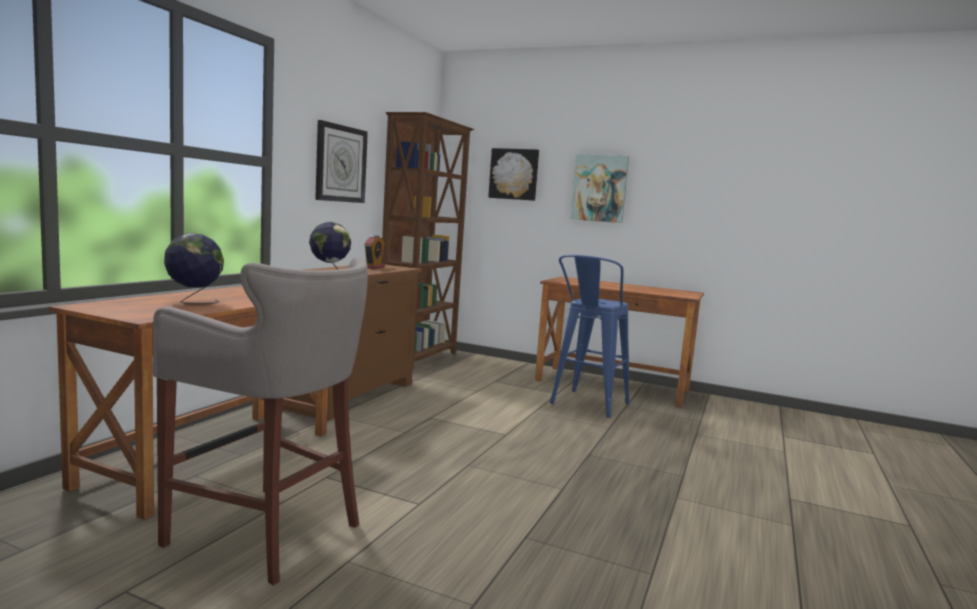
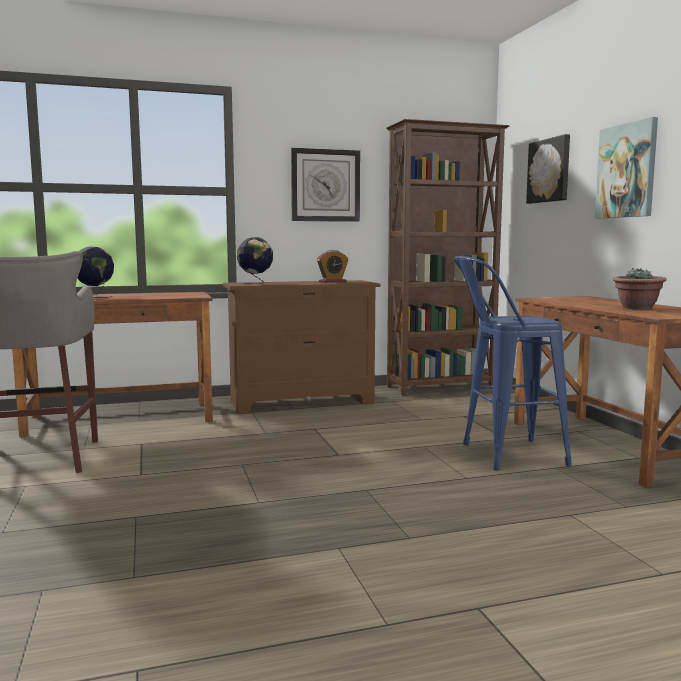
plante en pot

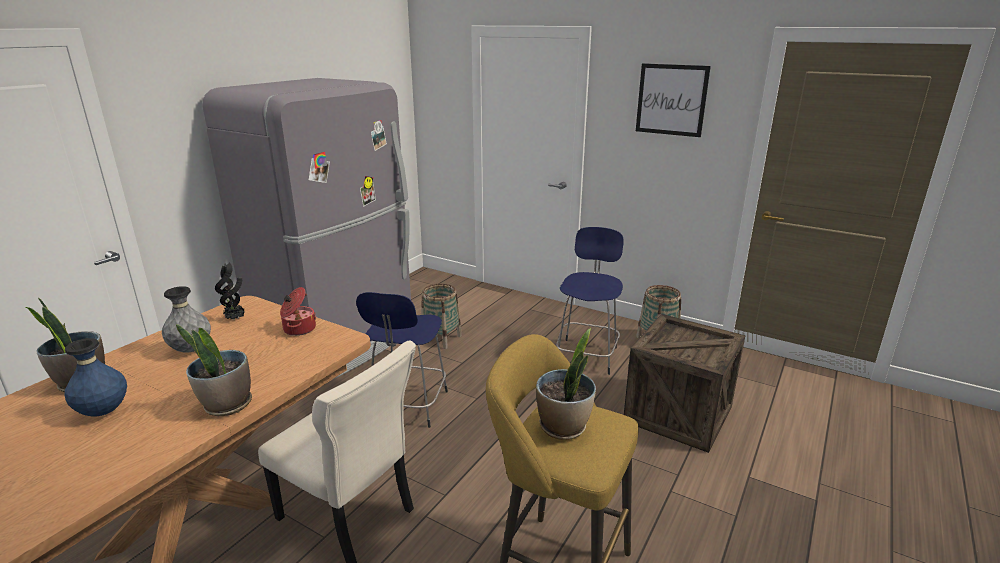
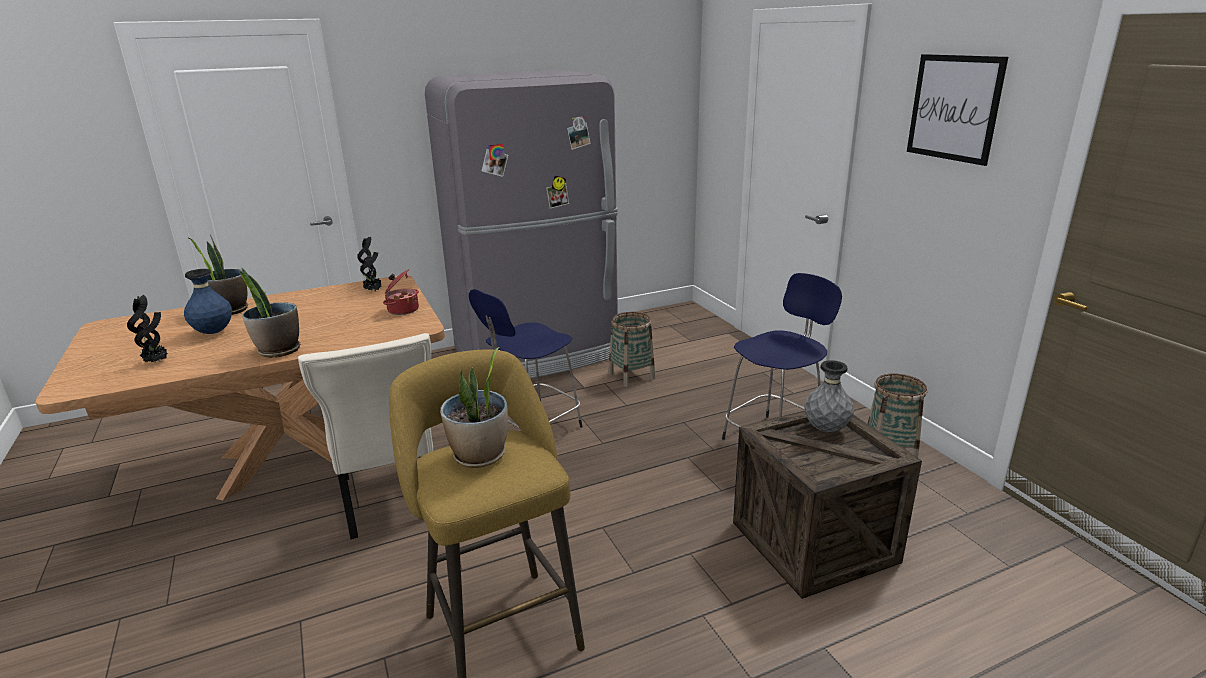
vase/gris
plante en pot (1st from left)

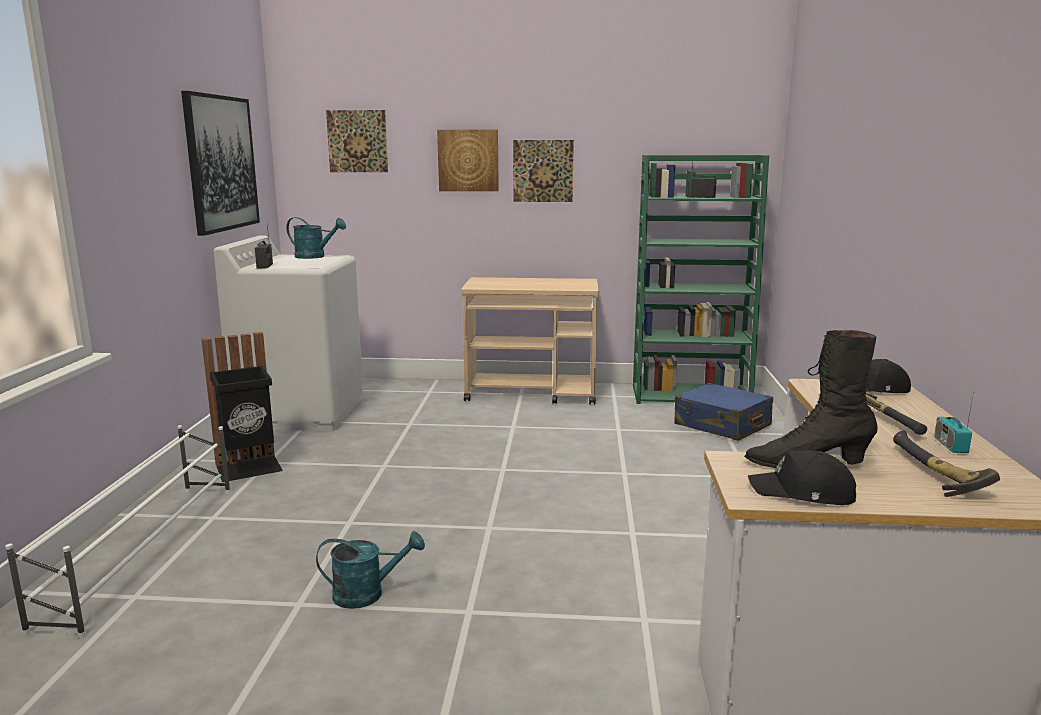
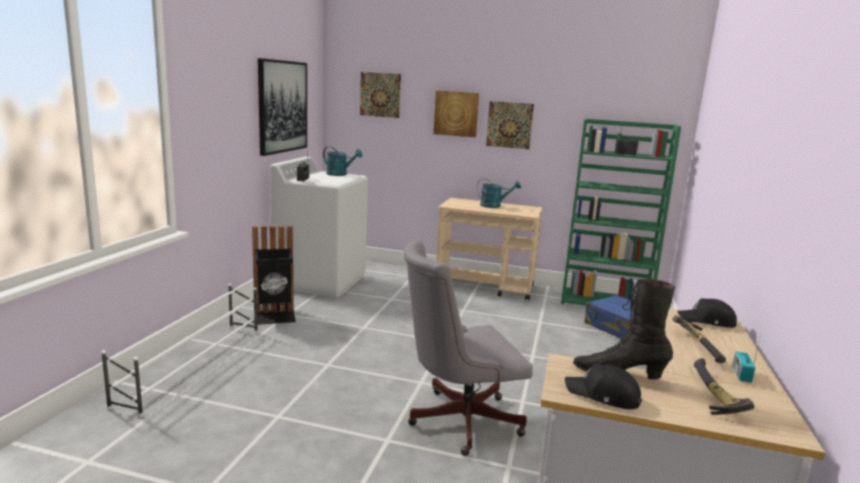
arrosoir/turquoise (2nd from left)
chaise de bureau/gris

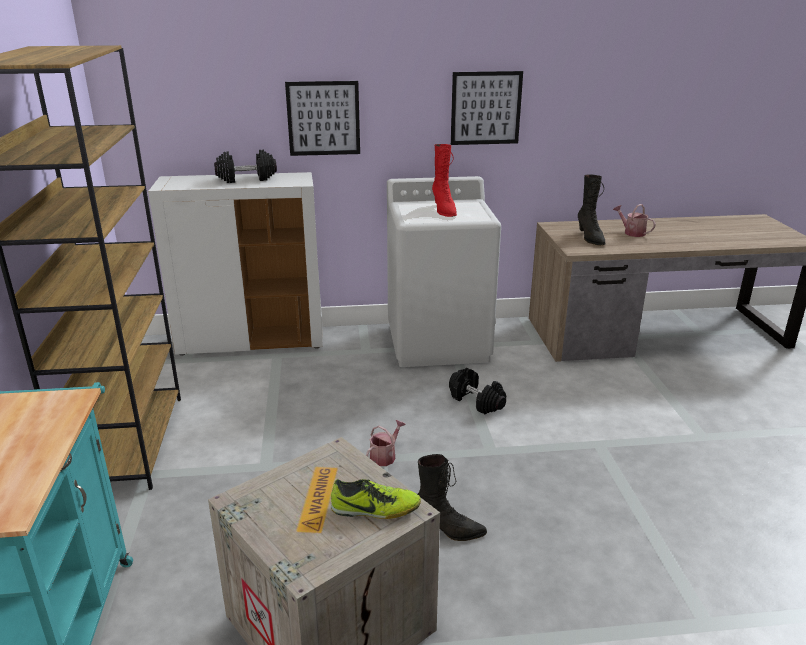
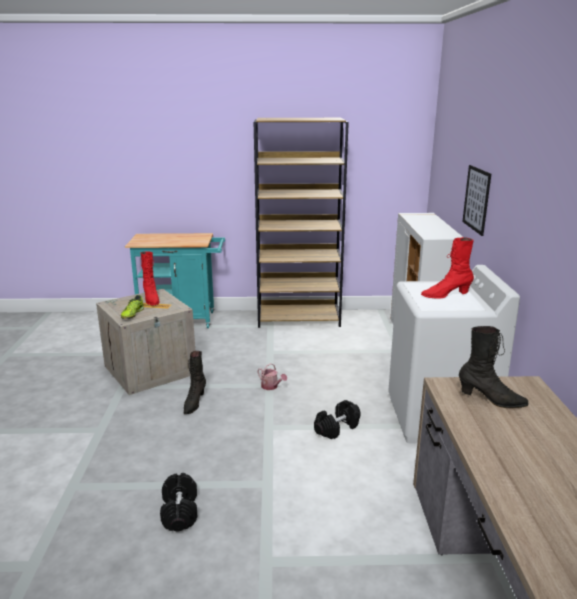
haltère/noir (1st from left)
tableau (2nd from left in the first image)
botte/noir (2nd from left)
arrosoir (2nd from left in the first image)
botte/rouge (1st from left)

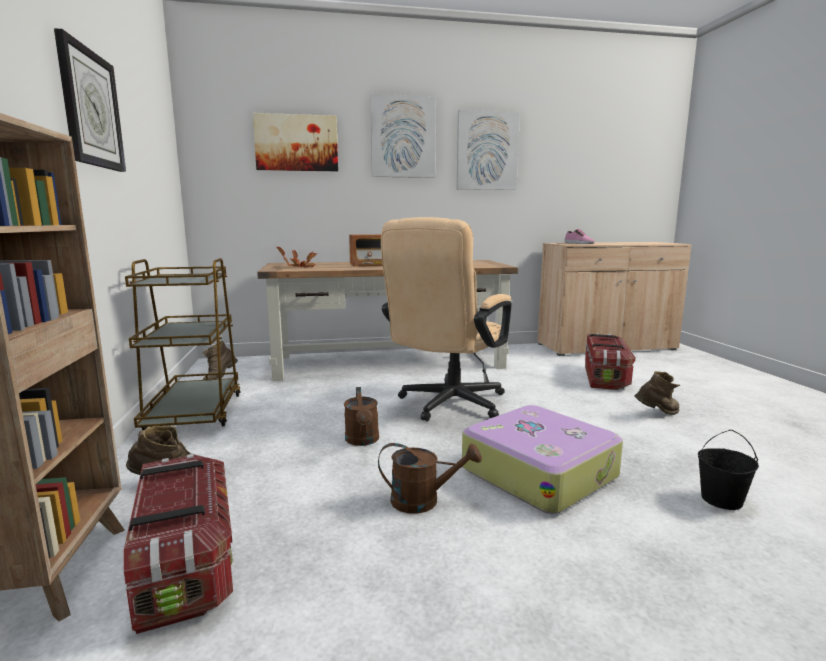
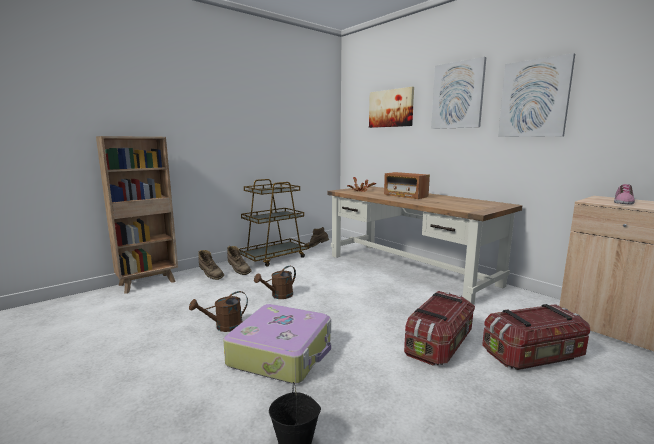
horloge murale
boîte de rangement (1st from left)
arrosoir/marron (1st from left)
chaise de bureau/beige
botte/marron (2nd from left)

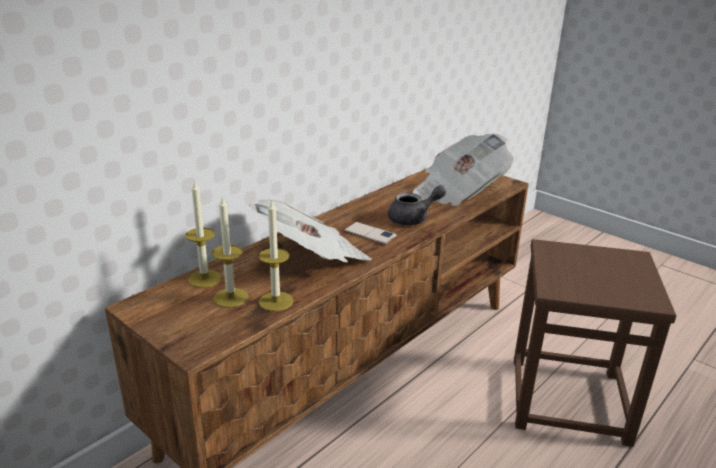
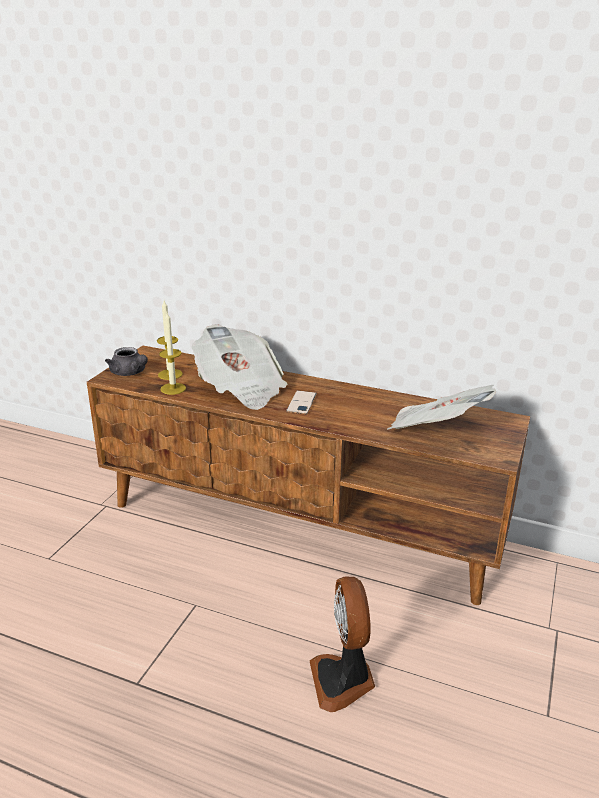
bougie (1st from left in the first image)
théière/gris
ventilateur

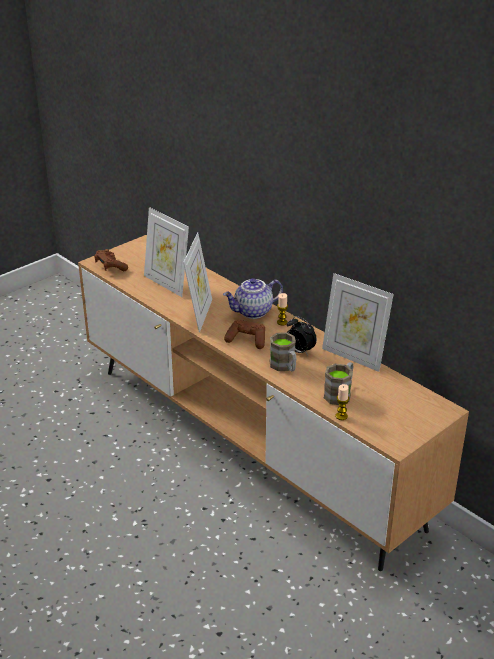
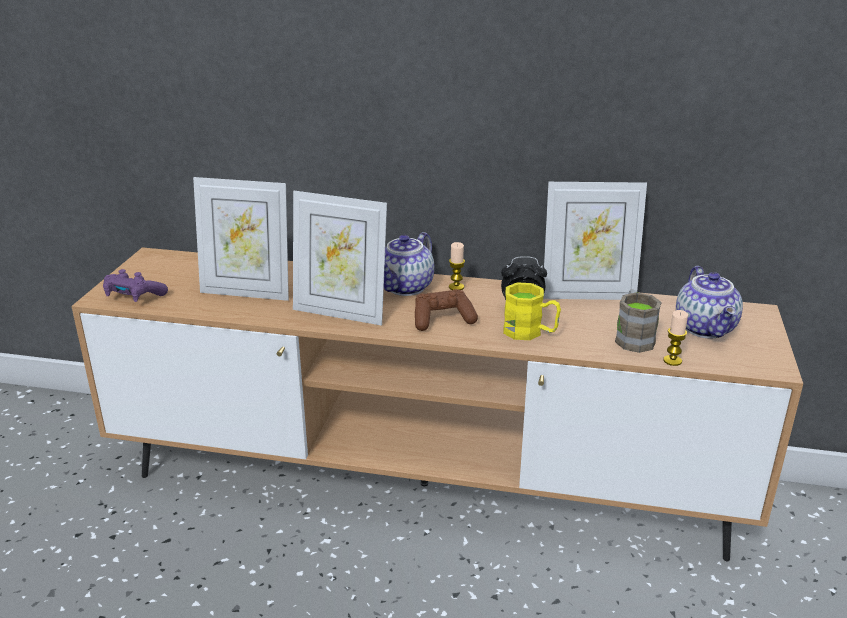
manette/violet
cadre photo (2nd from left)
mug/jaune
théière (2nd from left)

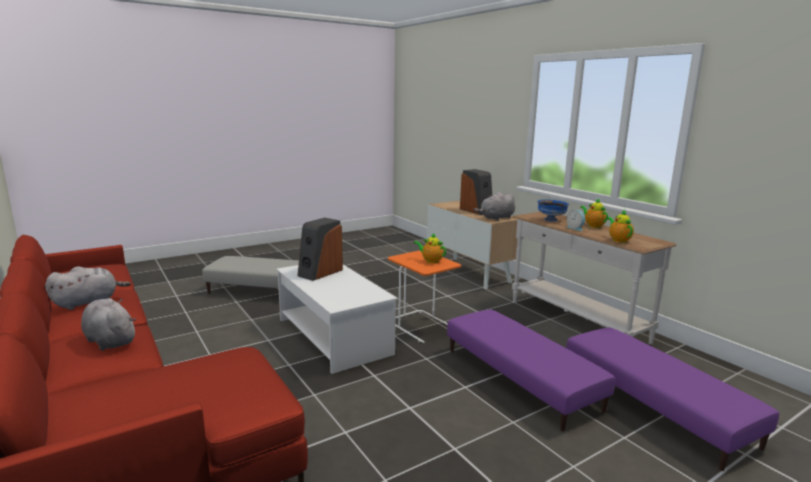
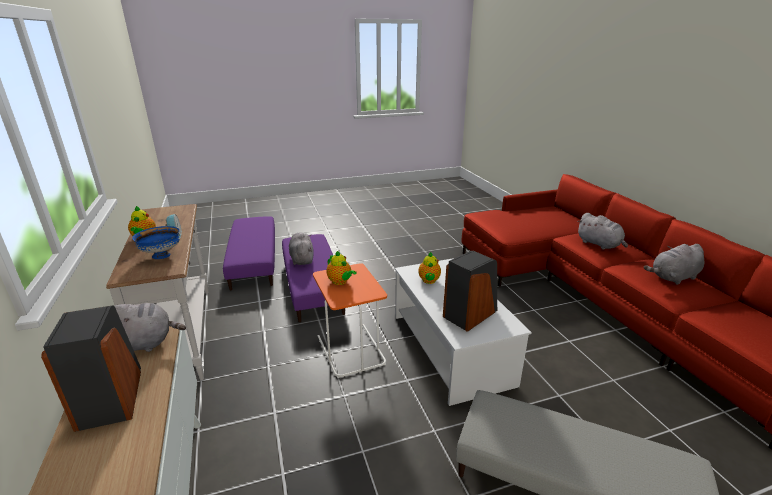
théière (3rd from left)
peluche/gris (2nd from left)

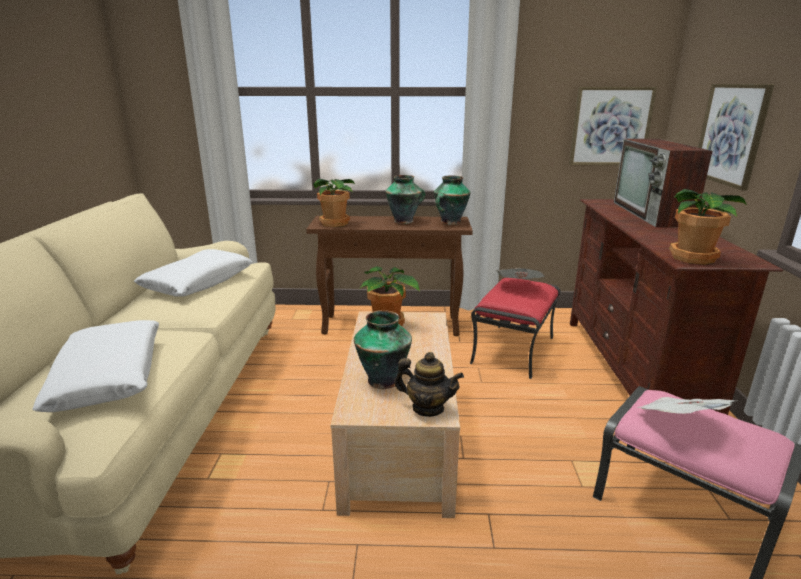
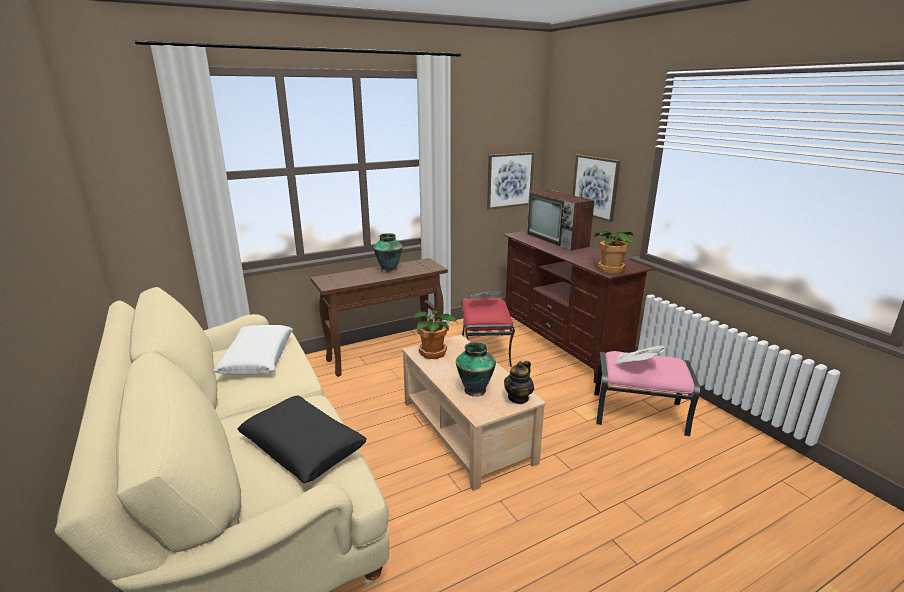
coussin/noir
plante en pot (1st from left in the first image)
théière
vase (3rd from left in the first image)

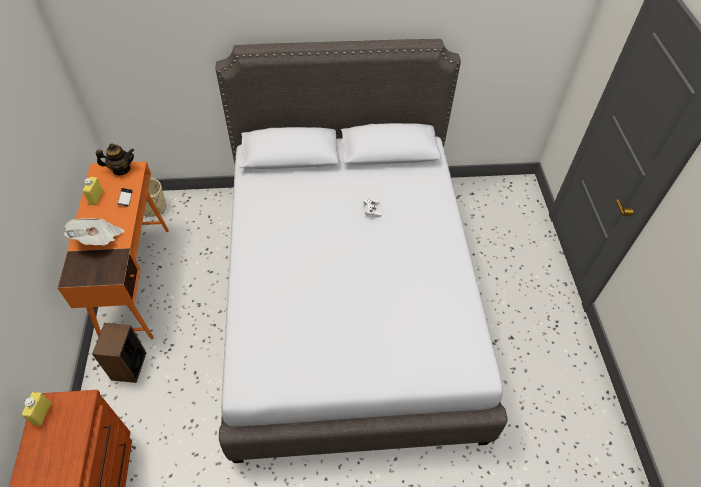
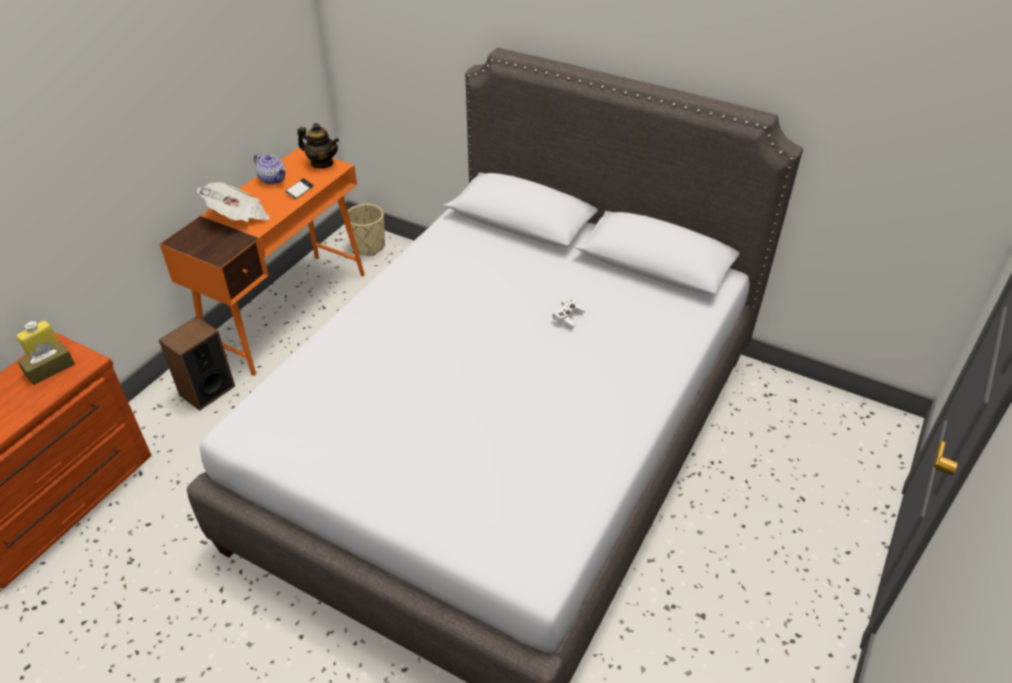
théière (1st from left)
boîte à mouchoirs/marron

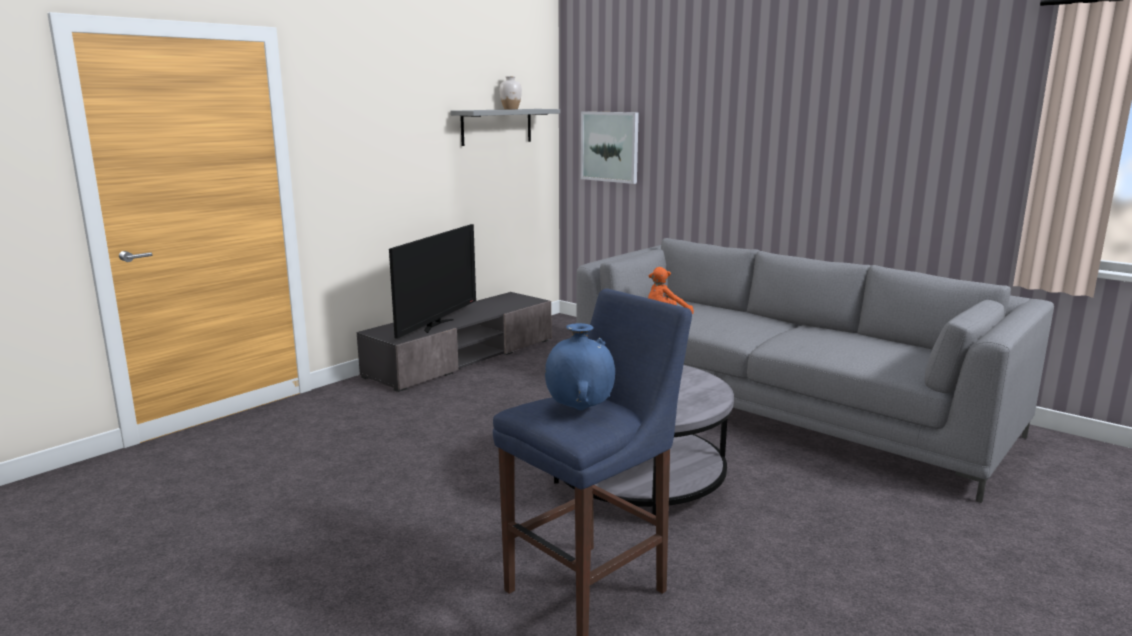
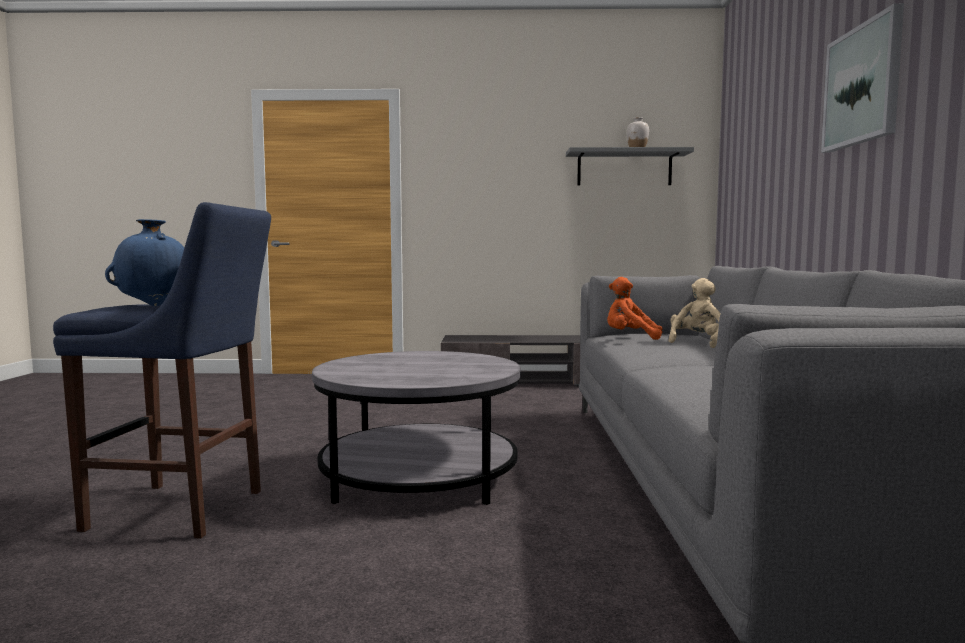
téléviseur
tableau
peluche/beige

